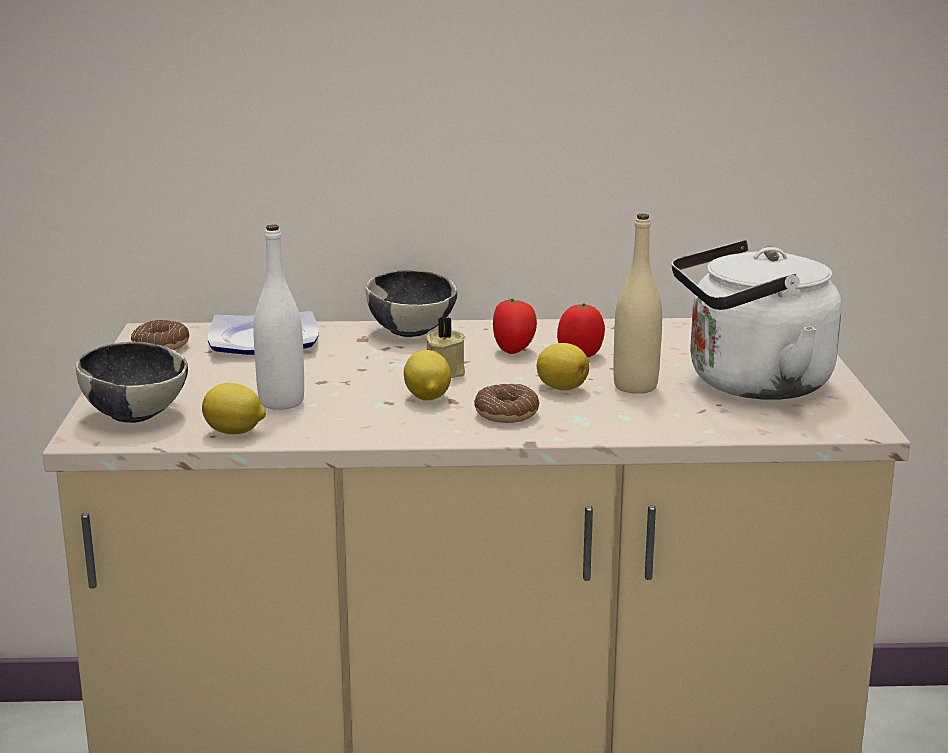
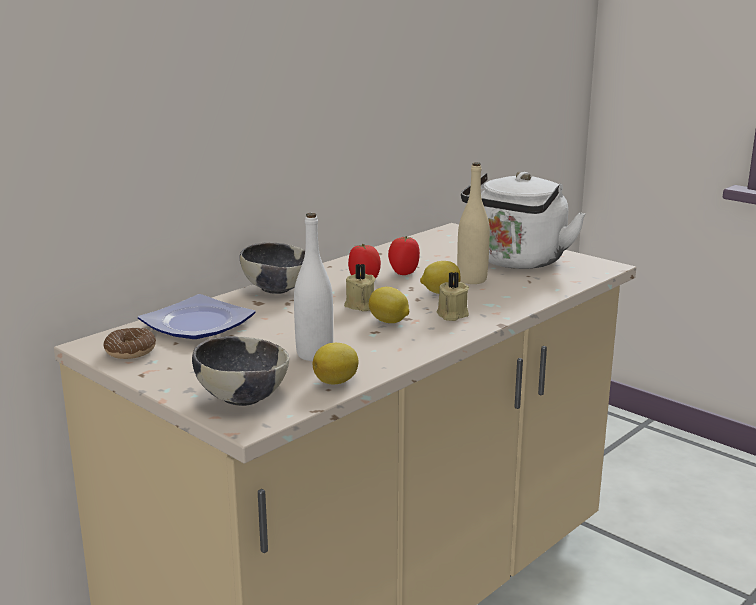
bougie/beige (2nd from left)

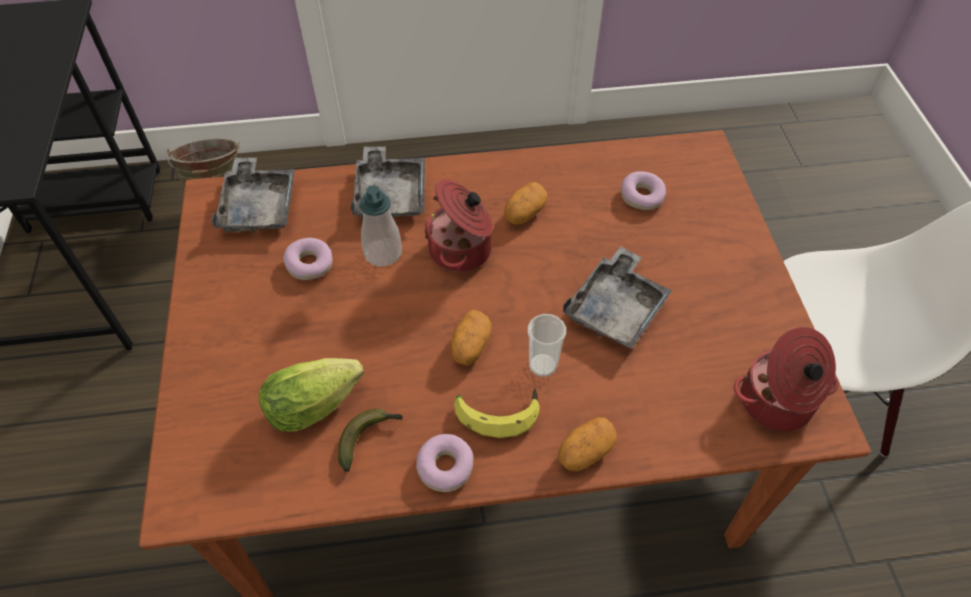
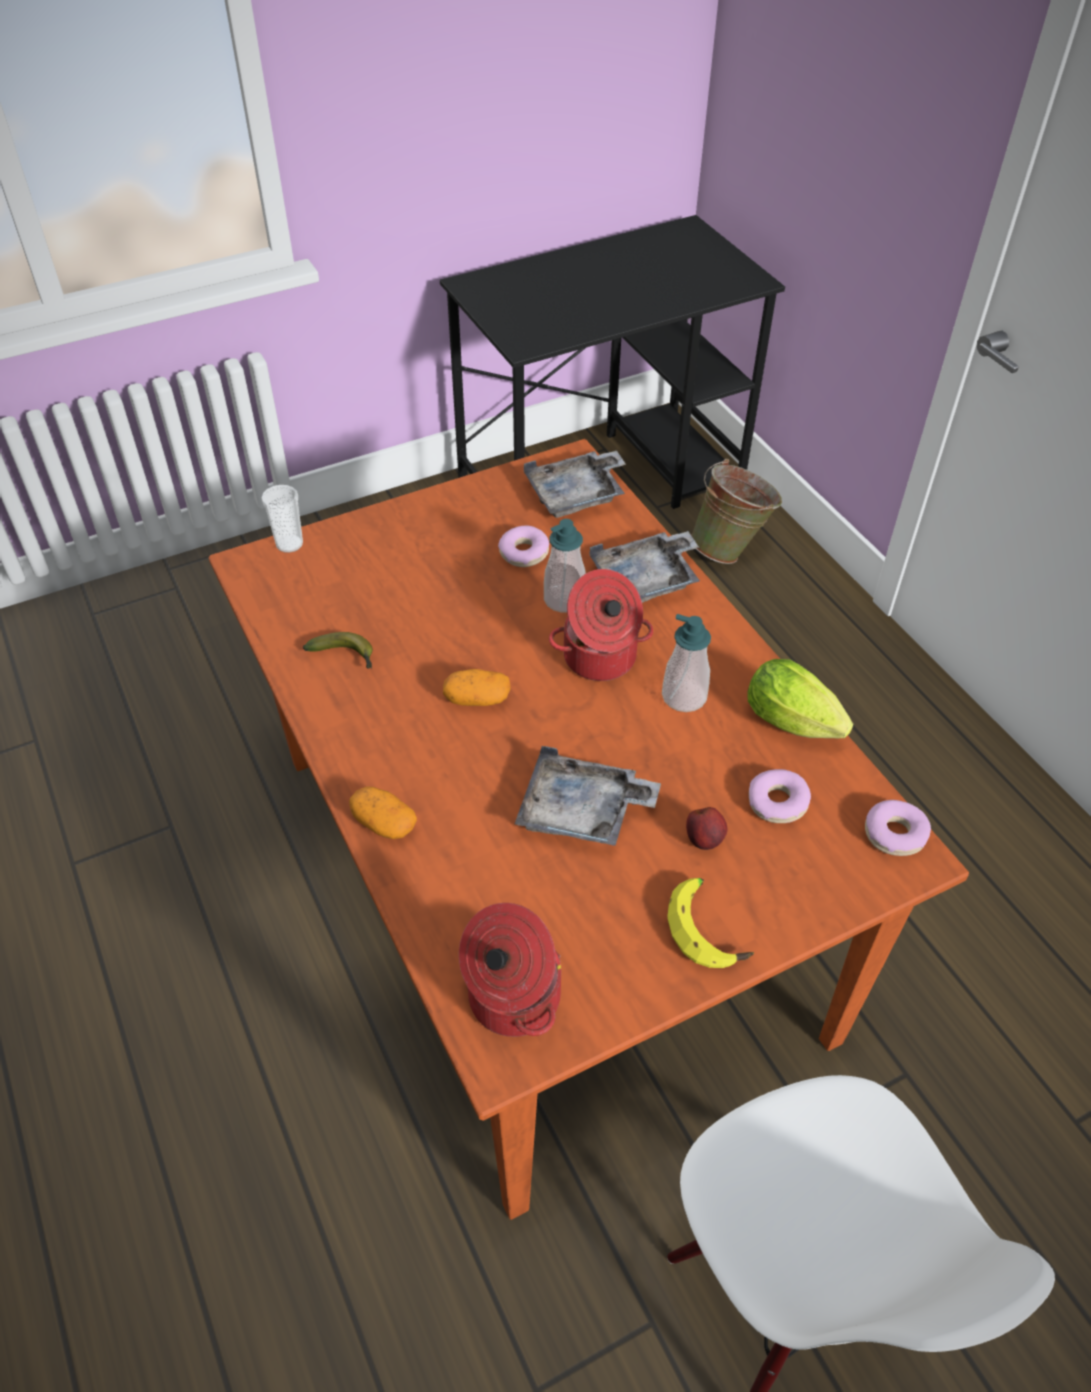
laitue
beignet (3rd from left)
banane (2nd from left)
distributeur de savon (2nd from left)
tasse
pomme

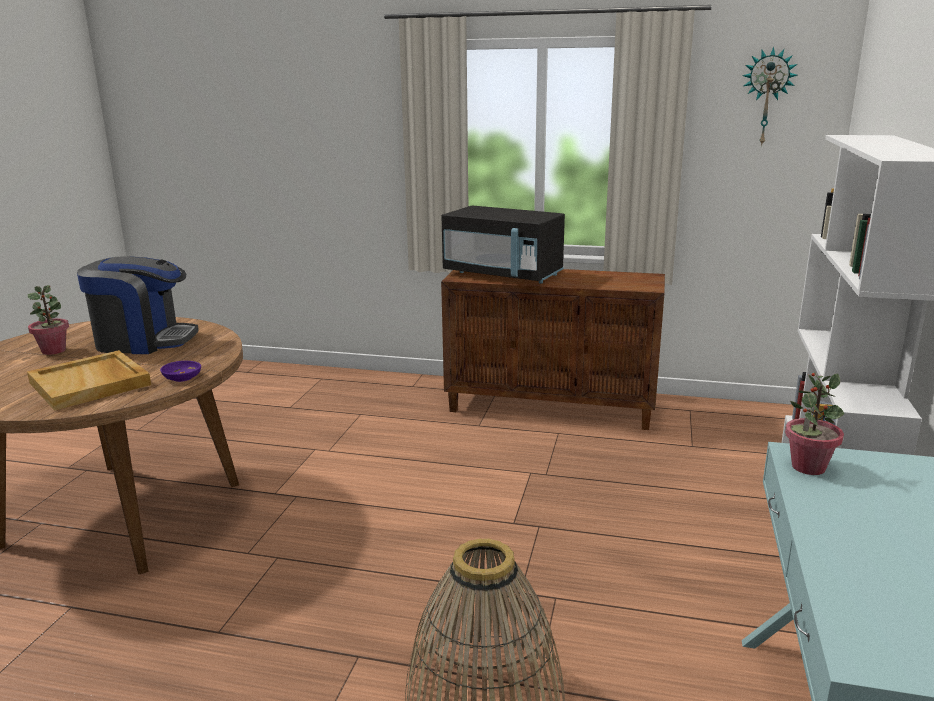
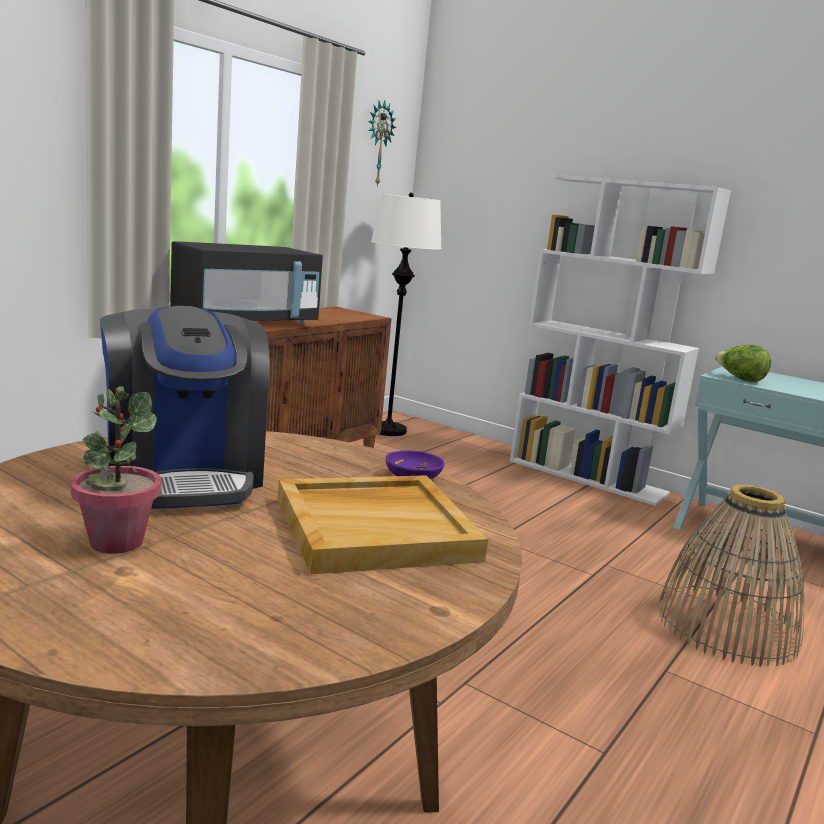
machine à café
laitue
lampadaire/blanc

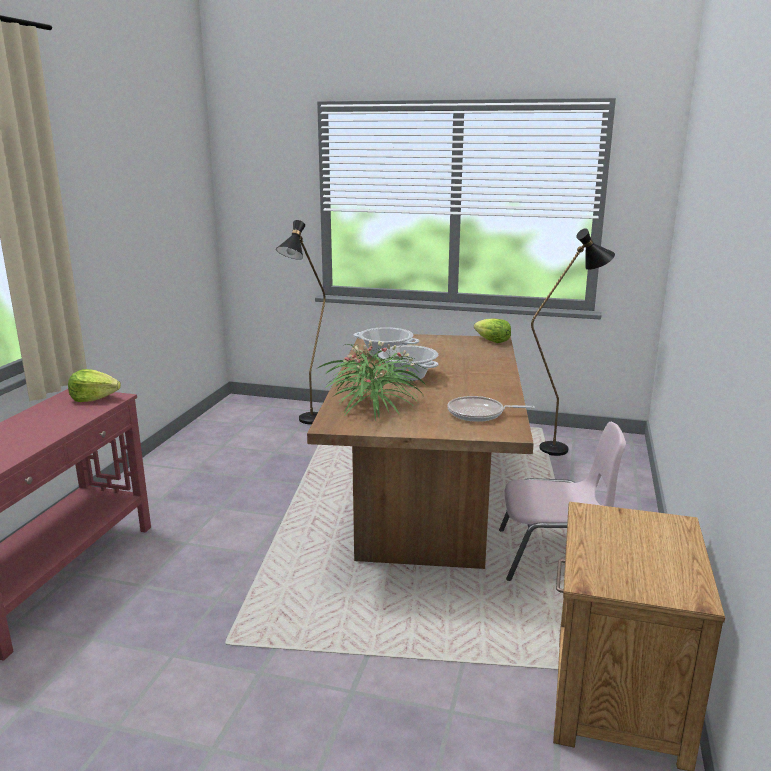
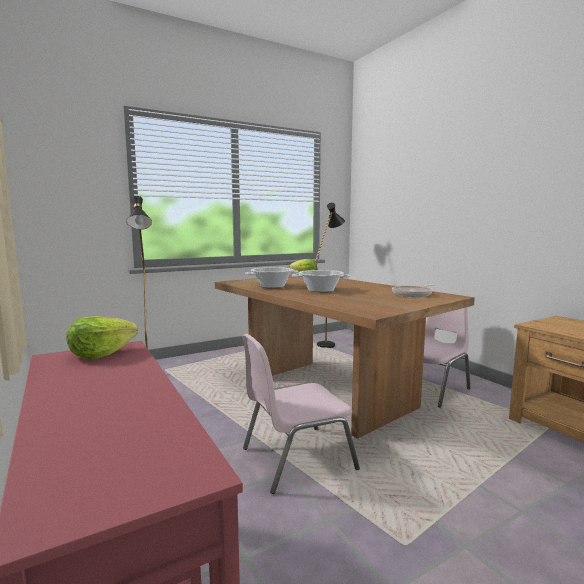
plante en pot
chaise/rose (1st from left)

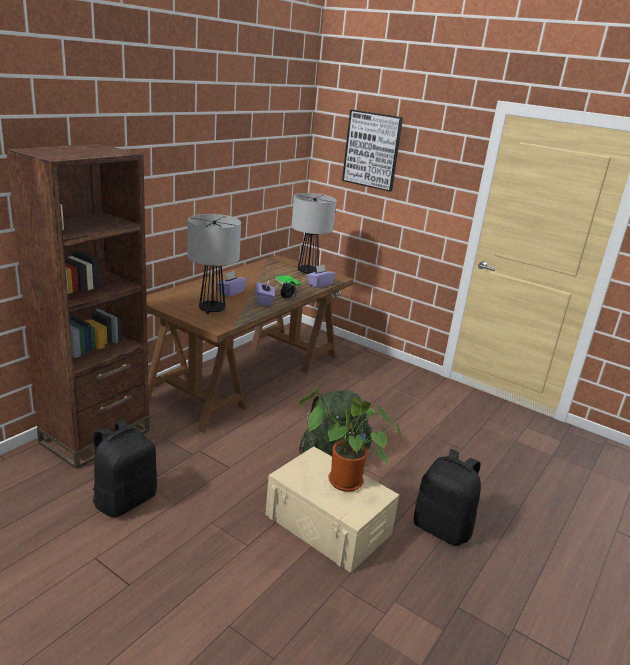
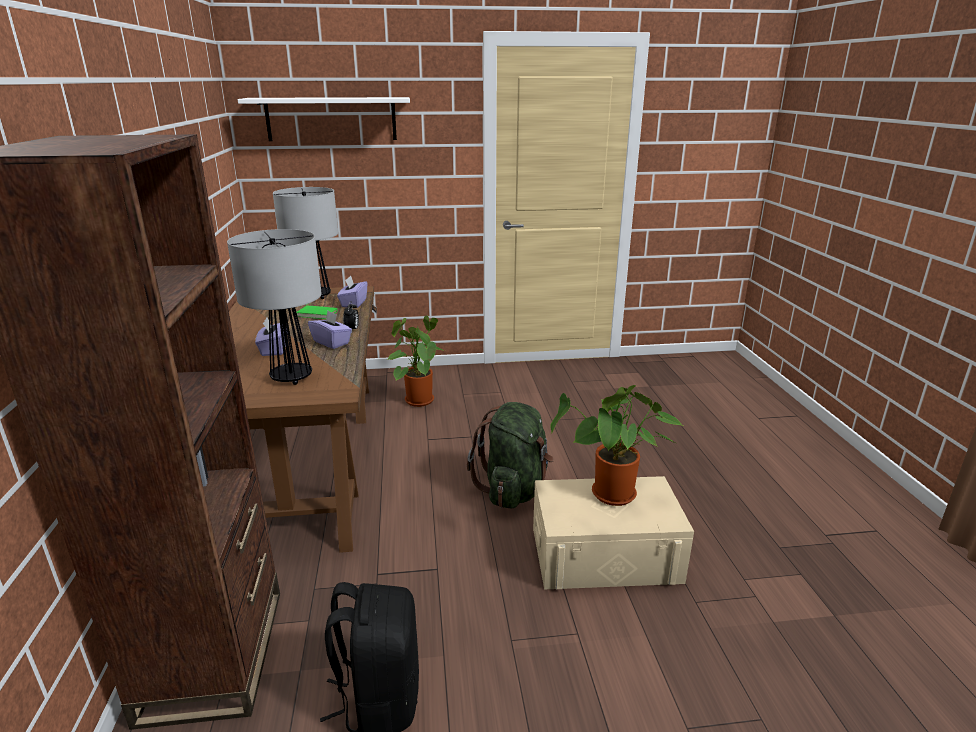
étagère/blanc
sac à dos/noir (2nd from left in the first image)
plante en pot (1st from left)

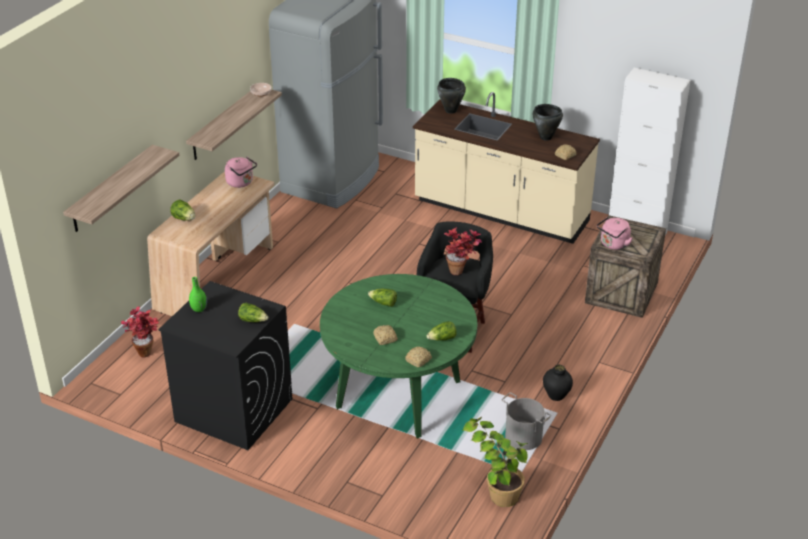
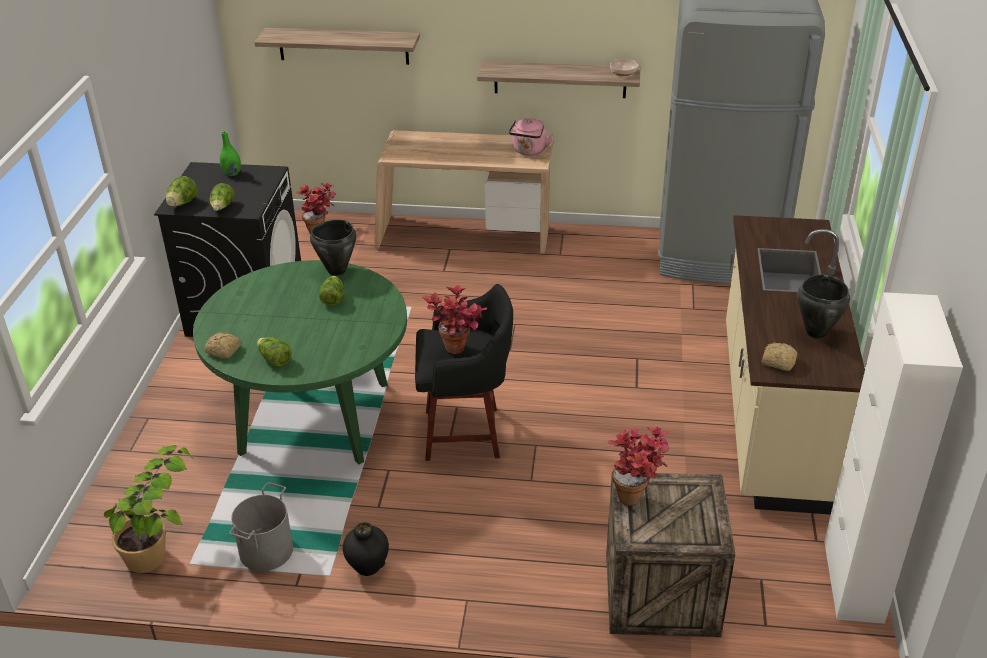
laitue (1st from left)
pain (1st from left in the first image)
marmite/noir (1st from left)
plante en pot (4th from left)

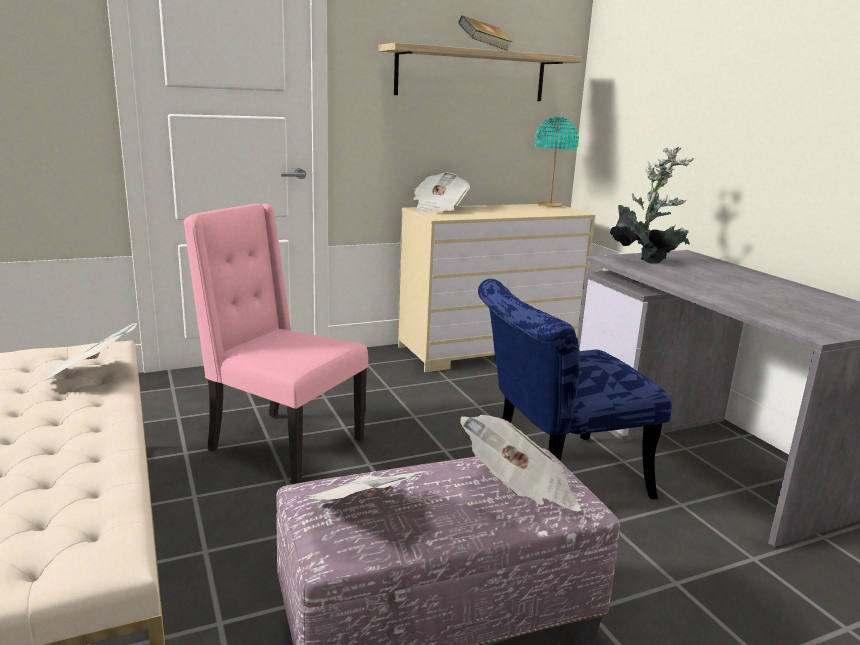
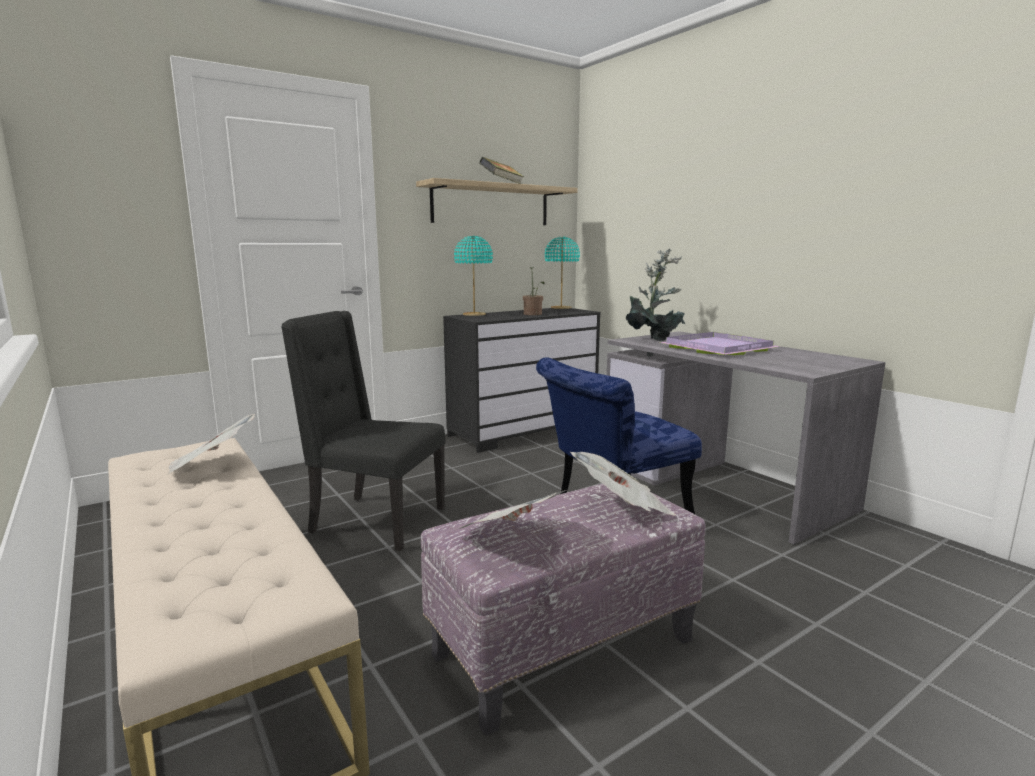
chaise/noir
commode/noir
lampe de table/turquoise (1st from left)
plante en pot (1st from left)
plateau/violet

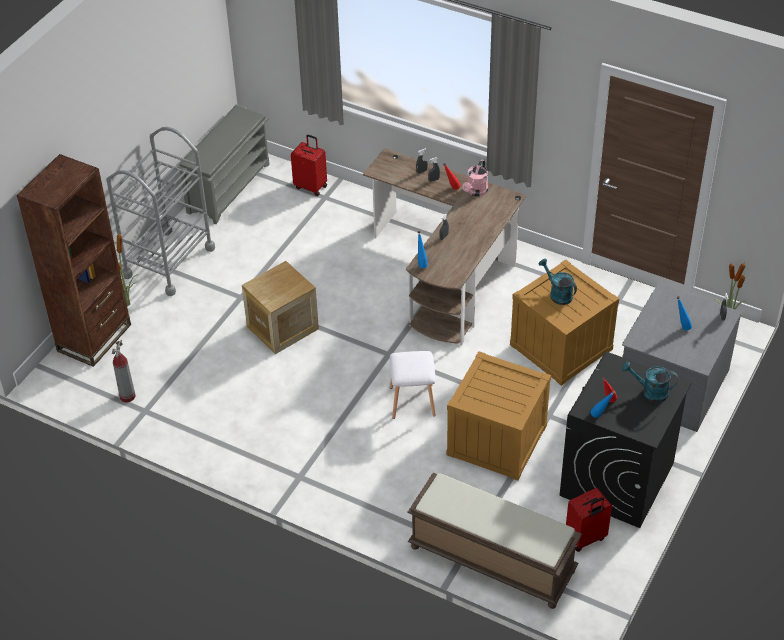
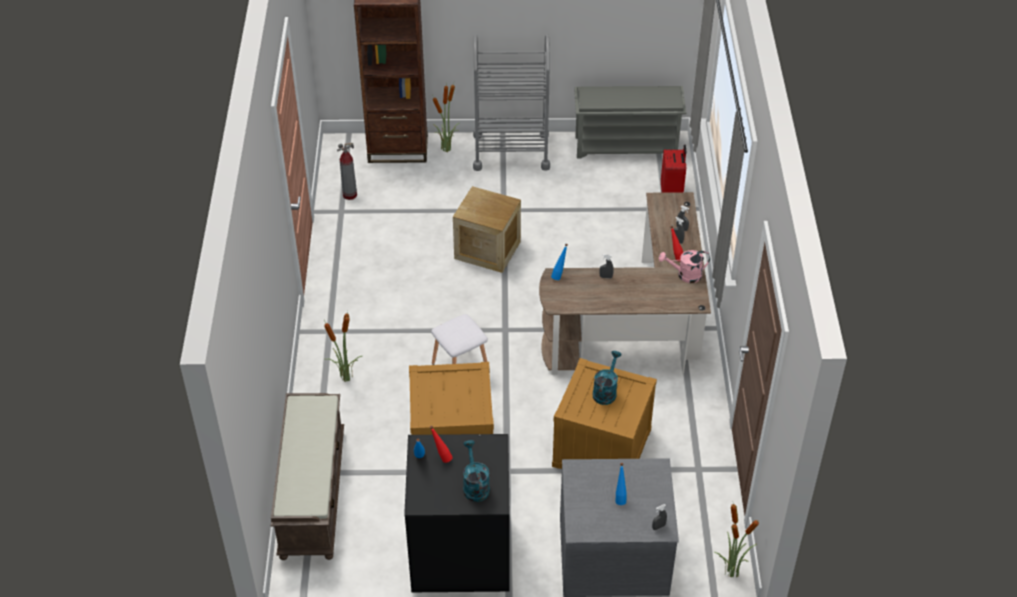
valise/rouge (2nd from left in the first image)
plante en pot (1st from left)

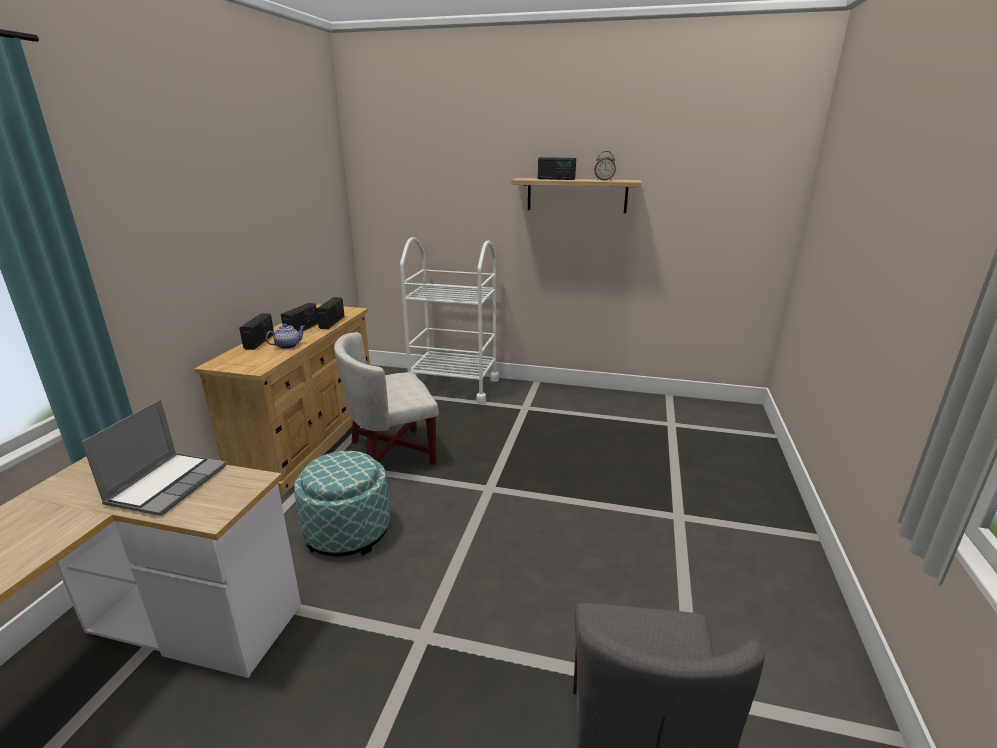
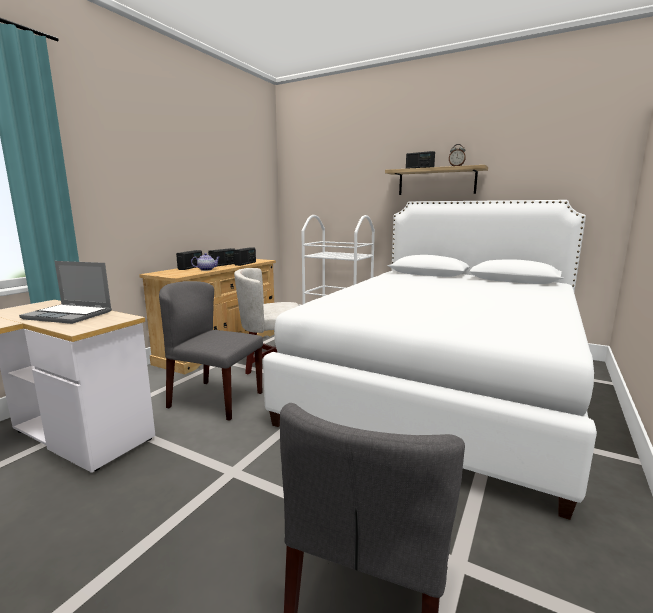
ordinateur portable
chaise/gris (1st from left)
lit/blanc

